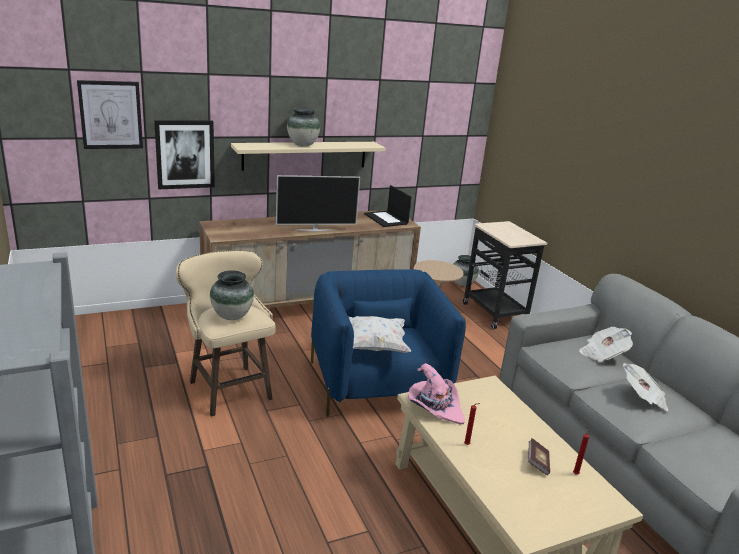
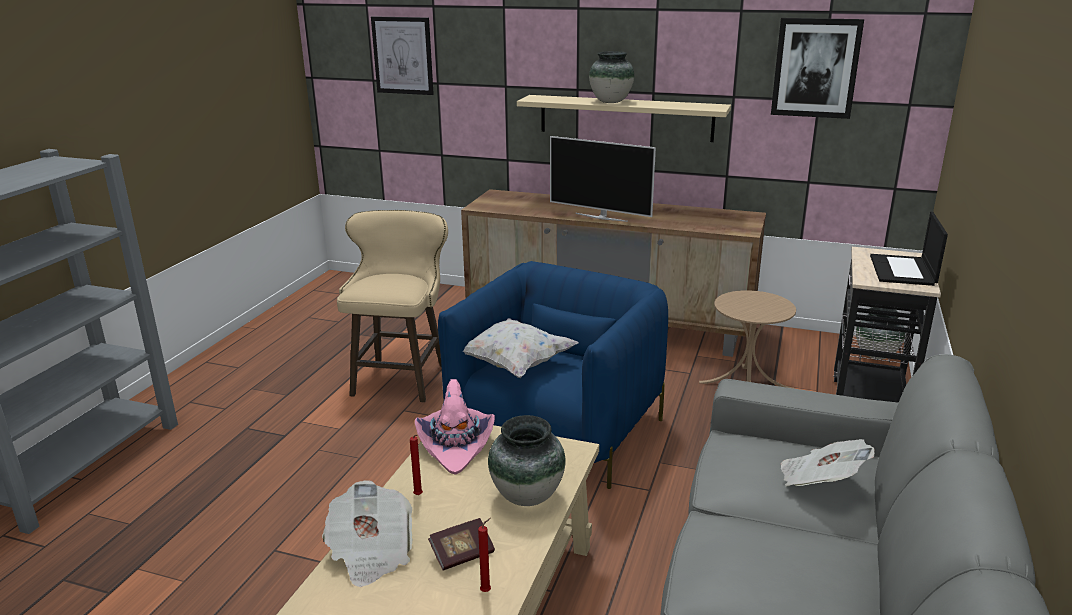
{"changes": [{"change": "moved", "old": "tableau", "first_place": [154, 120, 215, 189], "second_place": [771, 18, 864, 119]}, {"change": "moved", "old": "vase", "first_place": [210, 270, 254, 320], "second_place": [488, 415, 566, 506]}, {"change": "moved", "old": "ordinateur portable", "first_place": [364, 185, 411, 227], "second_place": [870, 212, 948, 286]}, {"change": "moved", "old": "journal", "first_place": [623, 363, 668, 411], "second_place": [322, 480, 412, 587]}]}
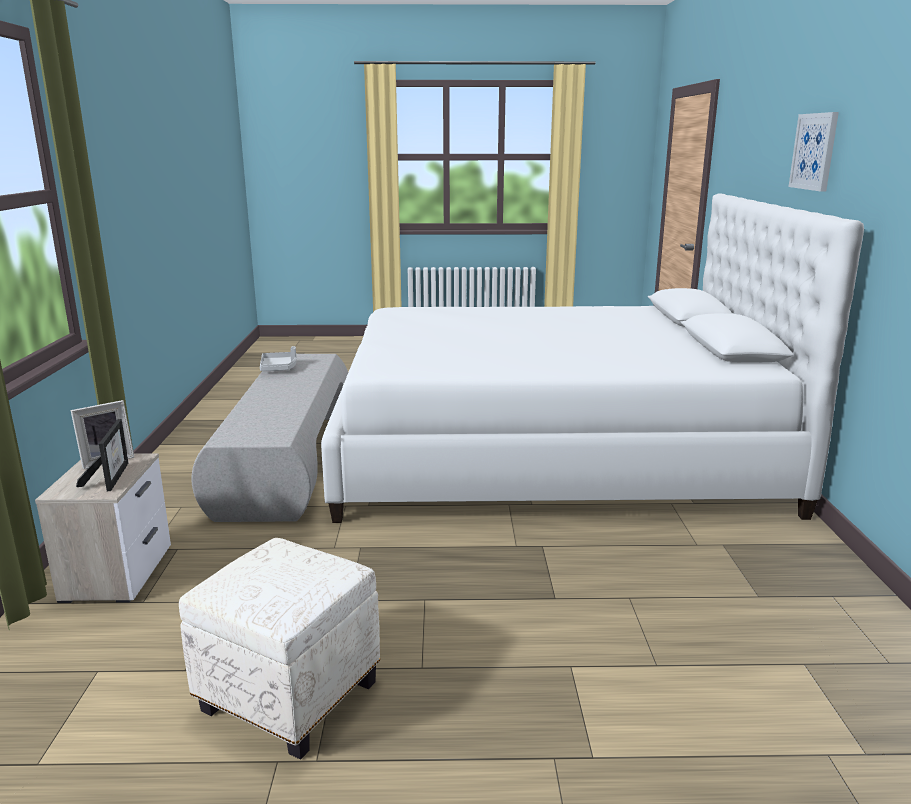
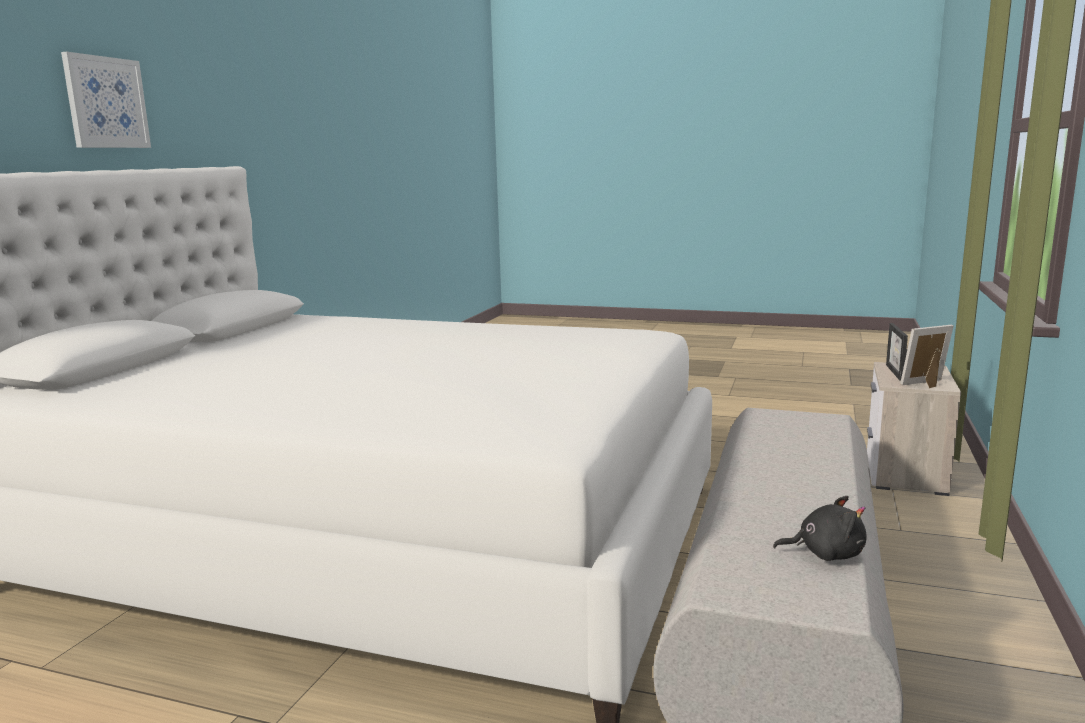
{"changes": [{"change": "removed", "old": "pouf [blanc]", "first_place": [179, 538, 380, 760]}, {"change": "replaced", "old": "plateau [gris]", "new": "peluche [noir]", "first_place": [260, 346, 296, 371], "second_place": [773, 496, 867, 561]}]}
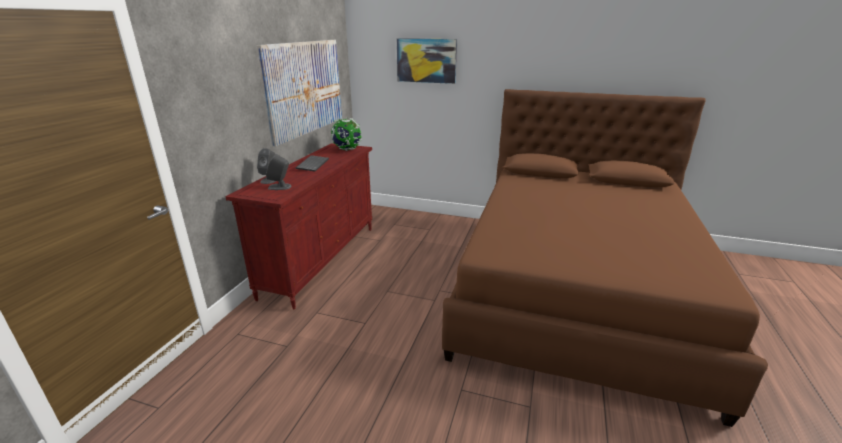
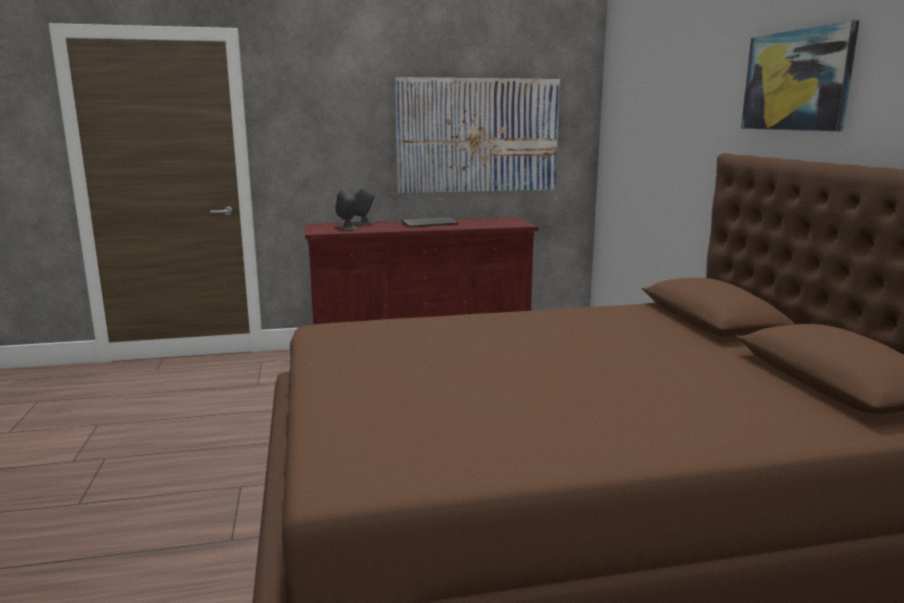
{"changes": [{"change": "removed", "old": "globe", "first_place": [331, 118, 362, 151]}, {"change": "moved", "old": "tableau", "first_place": [397, 38, 457, 84], "second_place": [741, 20, 859, 131]}]}
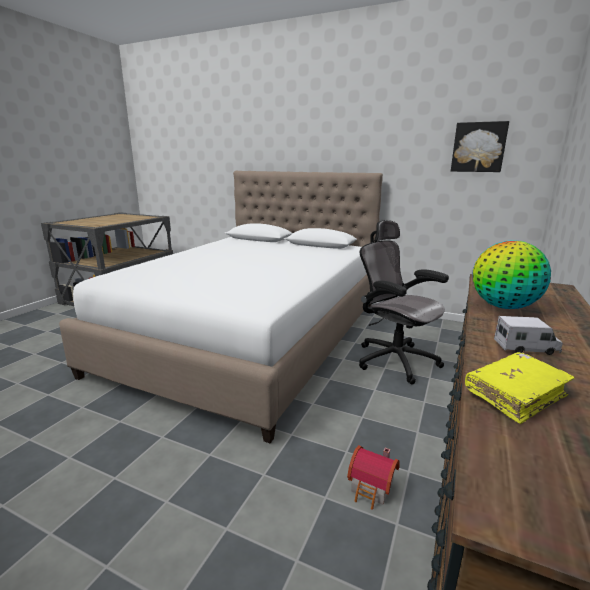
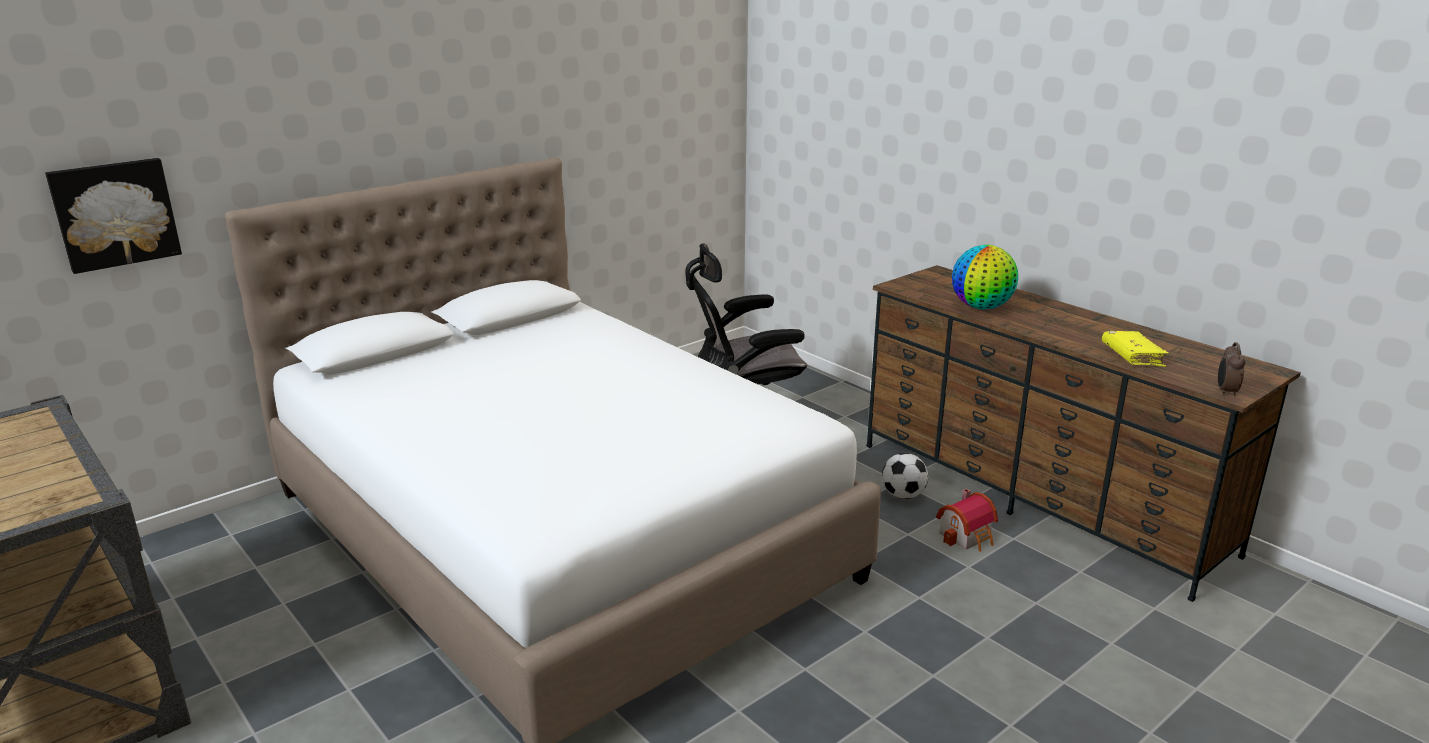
{"changes": [{"change": "removed", "old": "camion jouet", "first_place": [494, 316, 563, 355]}, {"change": "added", "new": "ballon de foot", "second_place": [882, 453, 928, 499]}, {"change": "added", "new": "réveil", "second_place": [1218, 342, 1245, 396]}, {"change": "moved", "old": "tableau", "first_place": [451, 121, 509, 172], "second_place": [45, 158, 182, 274]}]}
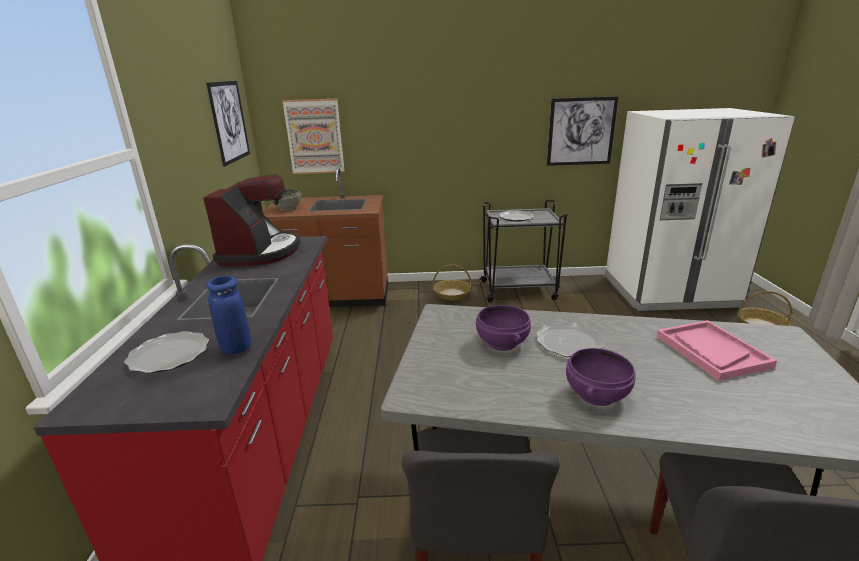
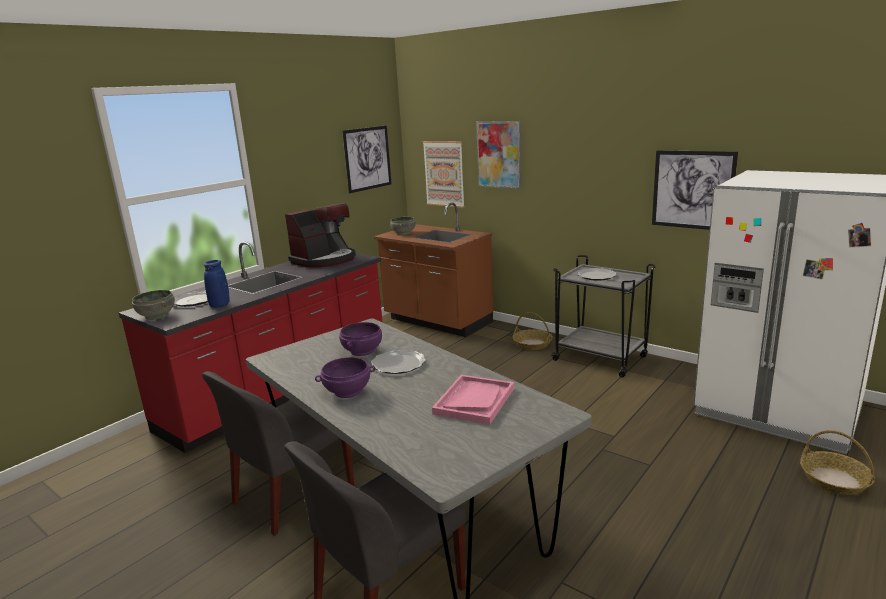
{"changes": [{"change": "added", "new": "bol [gris]", "second_place": [132, 290, 175, 320]}, {"change": "added", "new": "tableau", "second_place": [476, 121, 522, 189]}]}
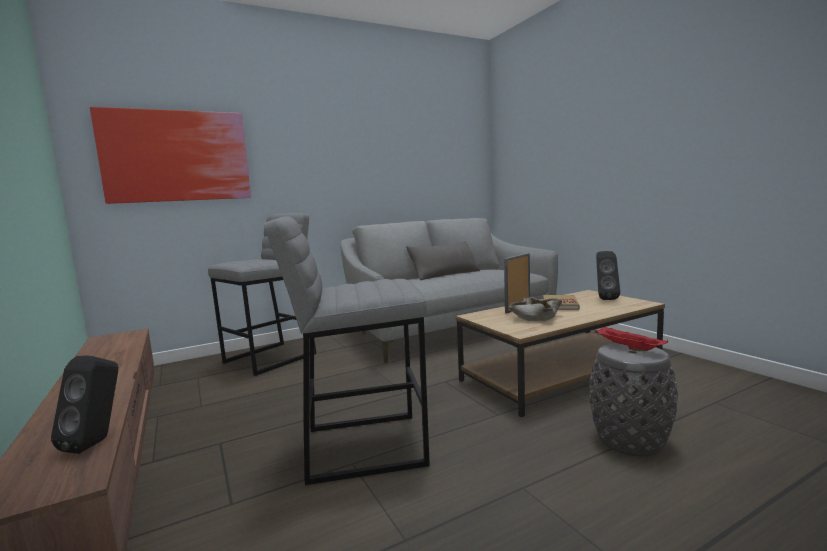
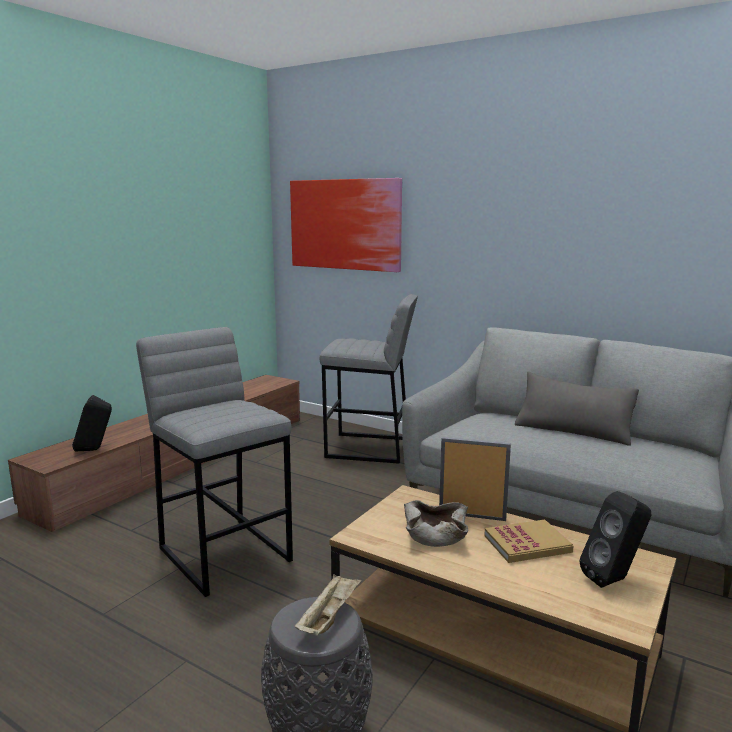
{"changes": [{"change": "recoloured", "old": "plateau [rouge]", "new": "plateau [beige]", "first_place": [595, 326, 668, 351], "second_place": [294, 574, 362, 636]}]}
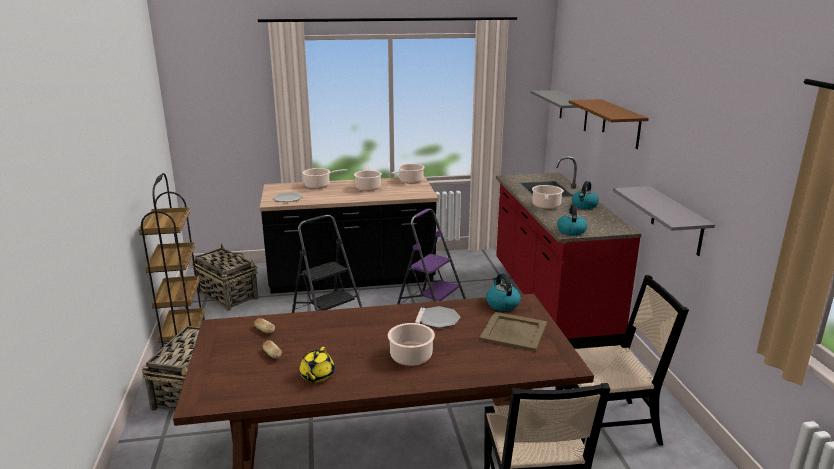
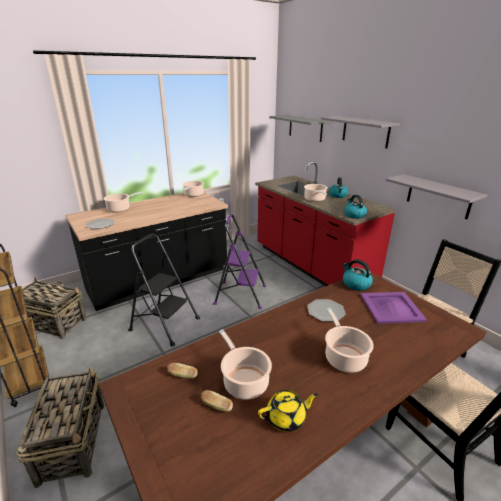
{"changes": [{"change": "moved", "old": "marmite", "first_place": [354, 164, 382, 191], "second_place": [219, 329, 272, 400]}, {"change": "recoloured", "old": "plateau [beige]", "new": "plateau [violet]", "first_place": [479, 312, 547, 351], "second_place": [360, 292, 427, 324]}, {"change": "recoloured", "old": "étagère [marron]", "new": "étagère [gris]", "first_place": [569, 99, 649, 149], "second_place": [321, 116, 400, 148]}, {"change": "turned", "old": "théière [jaune]", "first_place": [299, 347, 335, 382], "second_place": [258, 390, 318, 432], "degrees": -90}]}
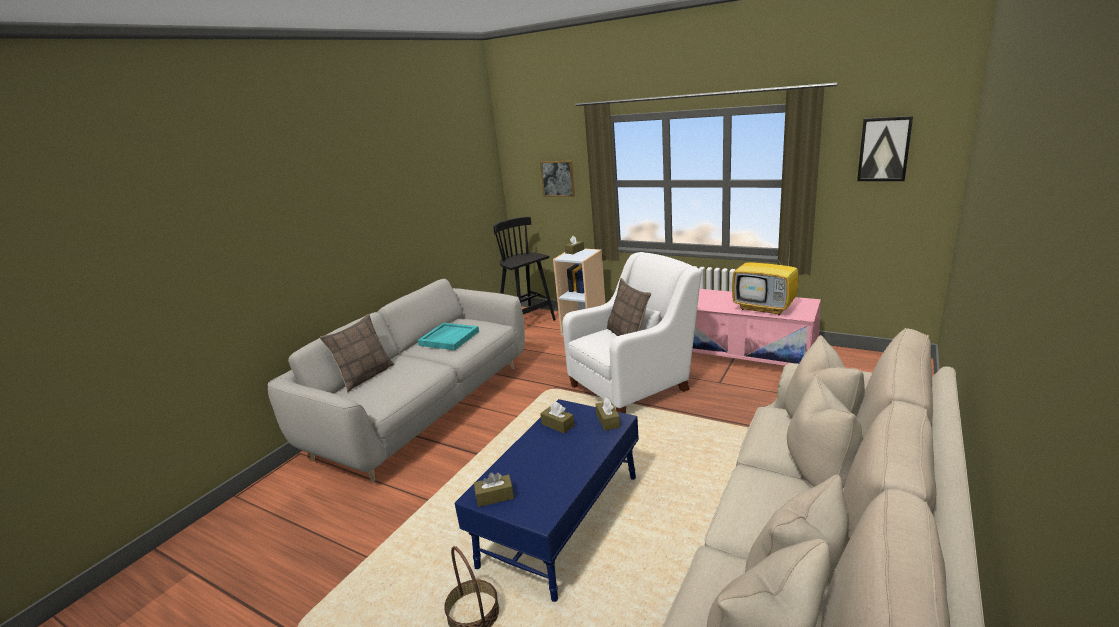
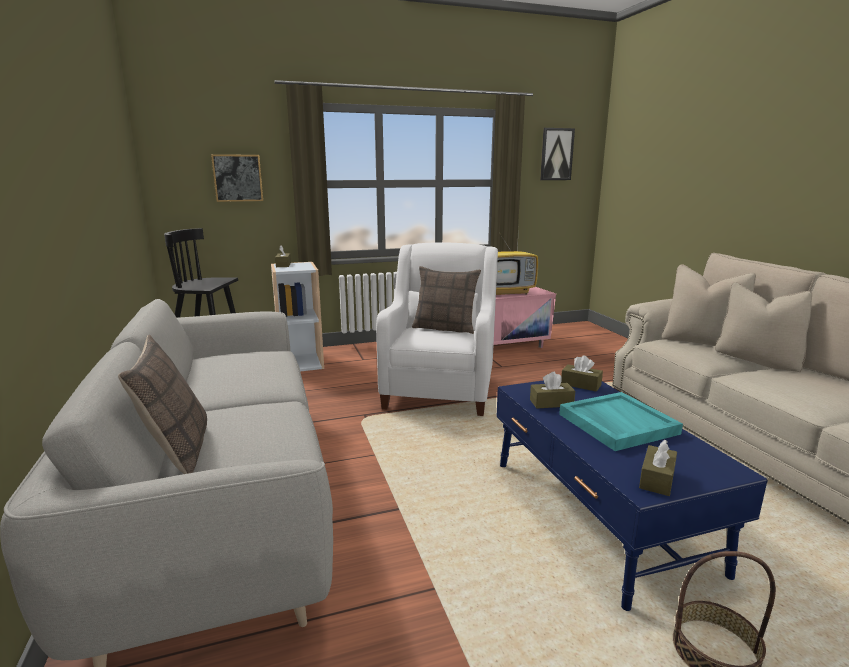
{"changes": [{"change": "moved", "old": "plateau [turquoise]", "first_place": [417, 323, 479, 350], "second_place": [559, 392, 683, 451]}]}
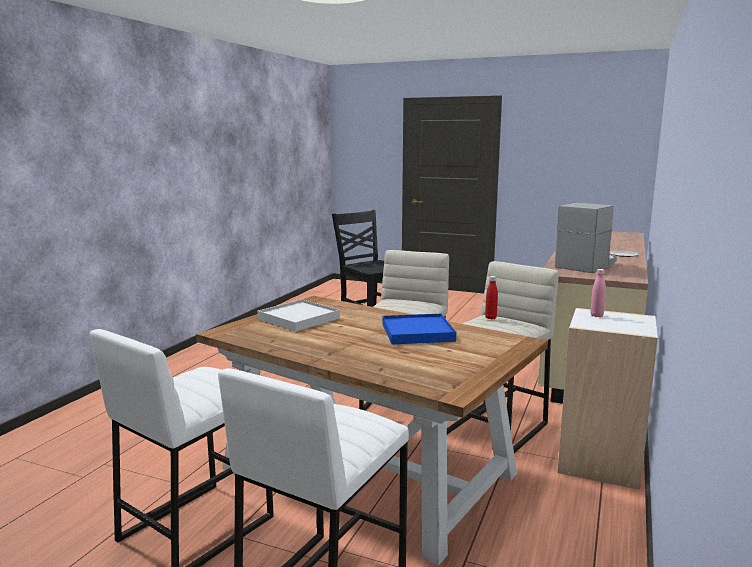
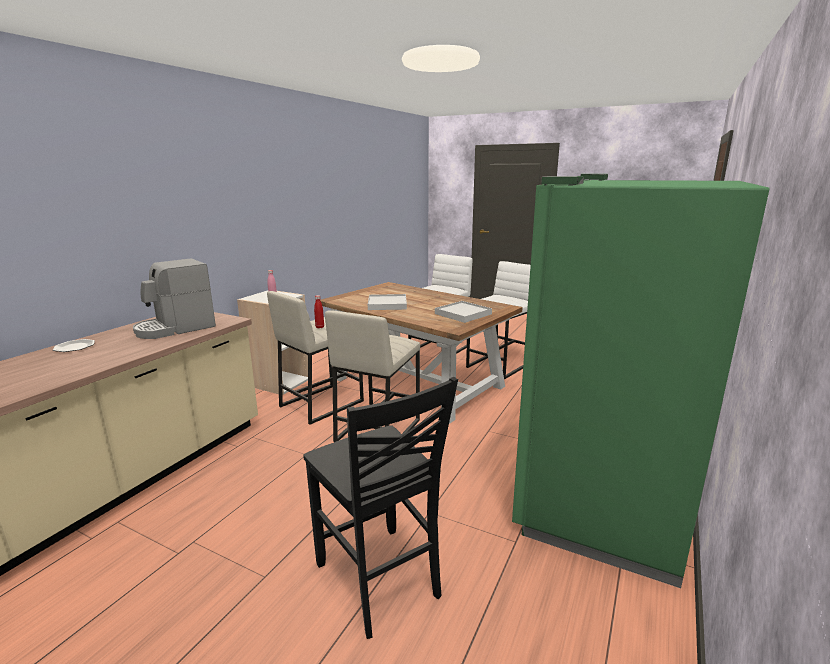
{"changes": [{"change": "added", "new": "réfrigérateur [vert]", "second_place": [512, 174, 770, 588]}, {"change": "recoloured", "old": "plateau [bleu]", "new": "plateau [blanc]", "first_place": [383, 314, 456, 344], "second_place": [368, 294, 407, 310]}]}
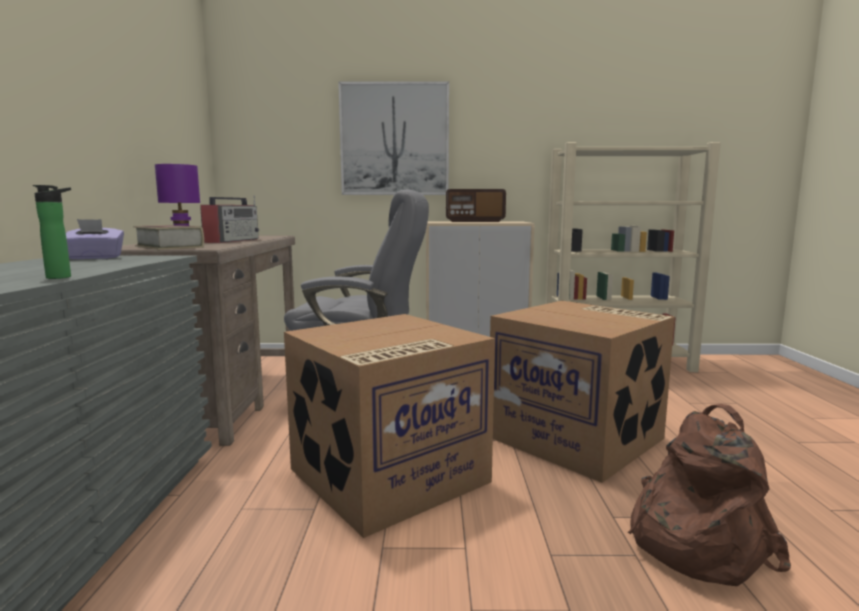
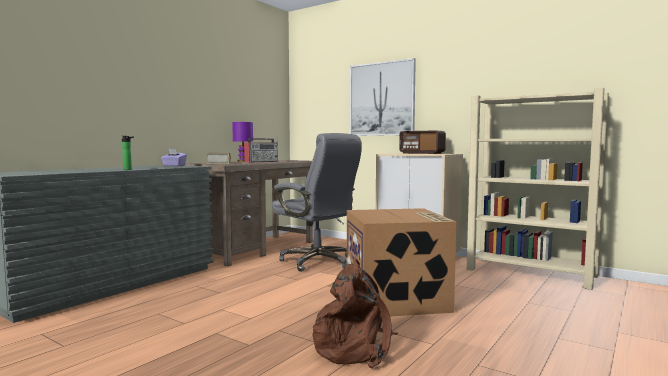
{"changes": [{"change": "removed", "old": "carton", "first_place": [284, 314, 495, 538]}]}
